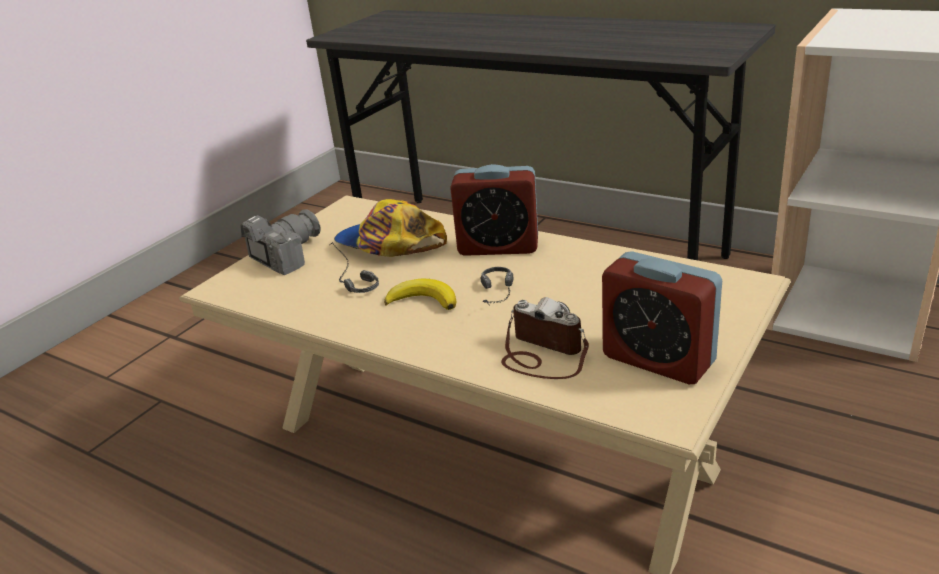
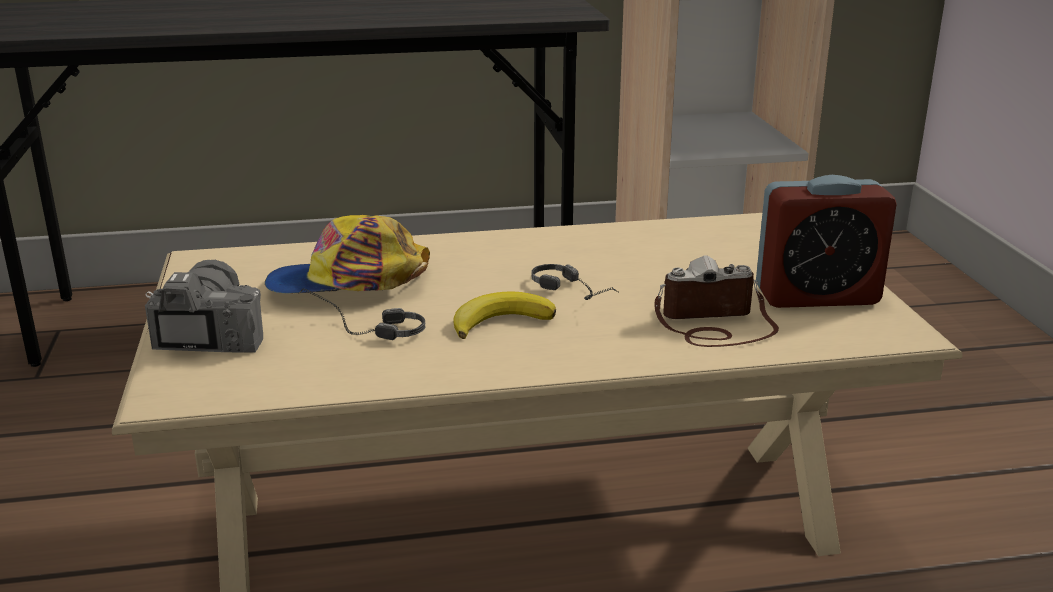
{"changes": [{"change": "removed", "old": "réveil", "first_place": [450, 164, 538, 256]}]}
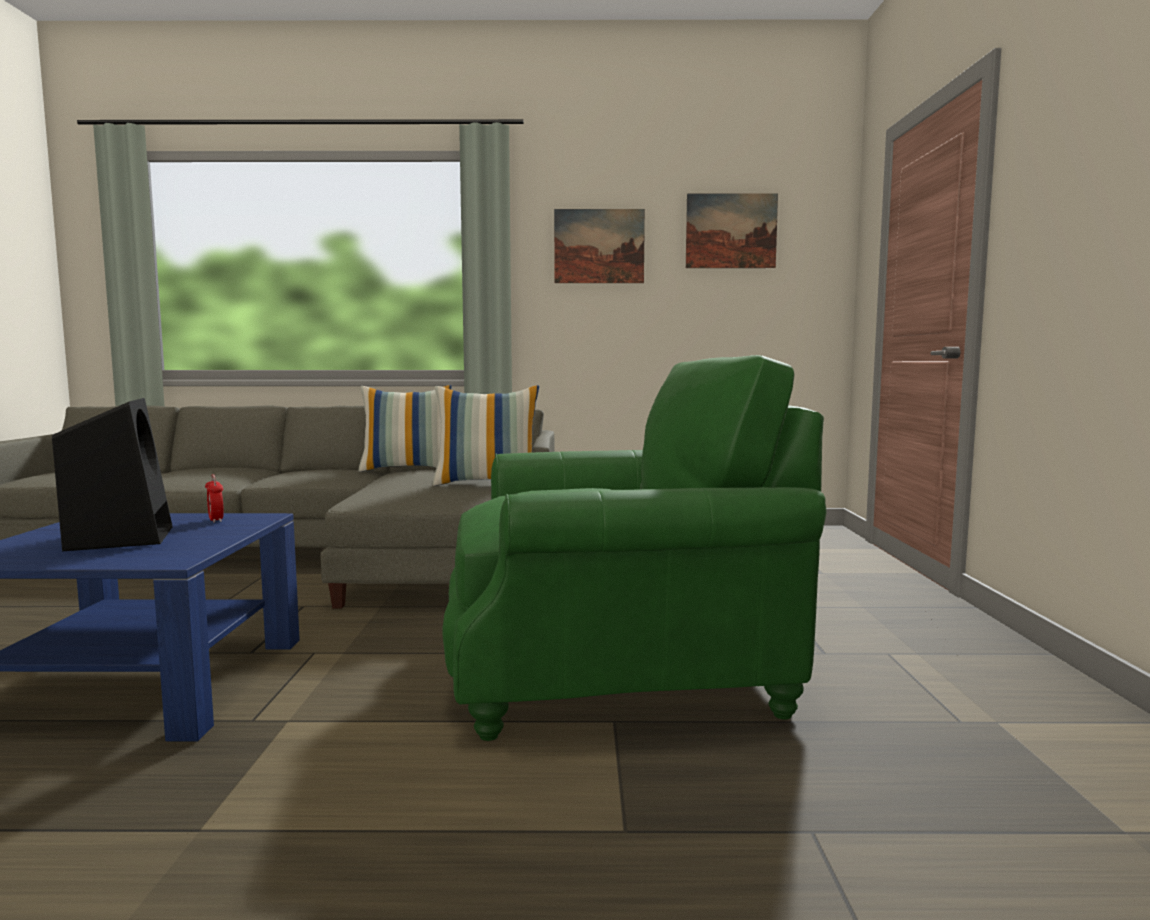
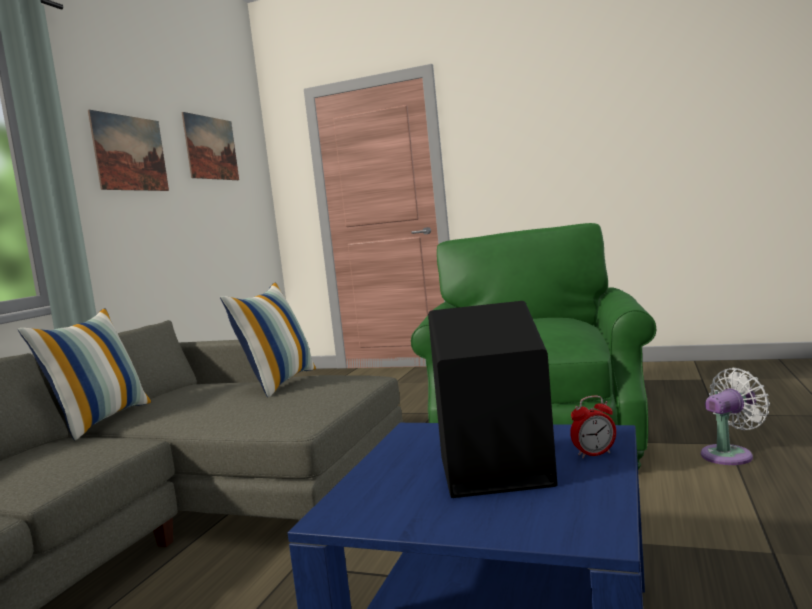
{"changes": [{"change": "added", "new": "ventilateur [blanc]", "second_place": [701, 368, 770, 465]}, {"change": "moved", "old": "réveil", "first_place": [205, 474, 224, 523], "second_place": [570, 396, 616, 458]}]}
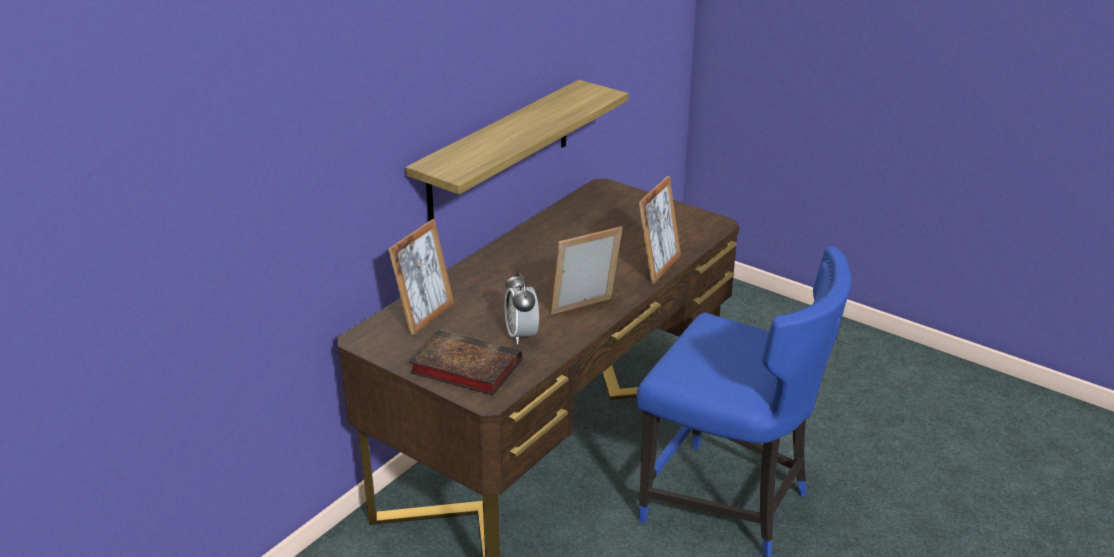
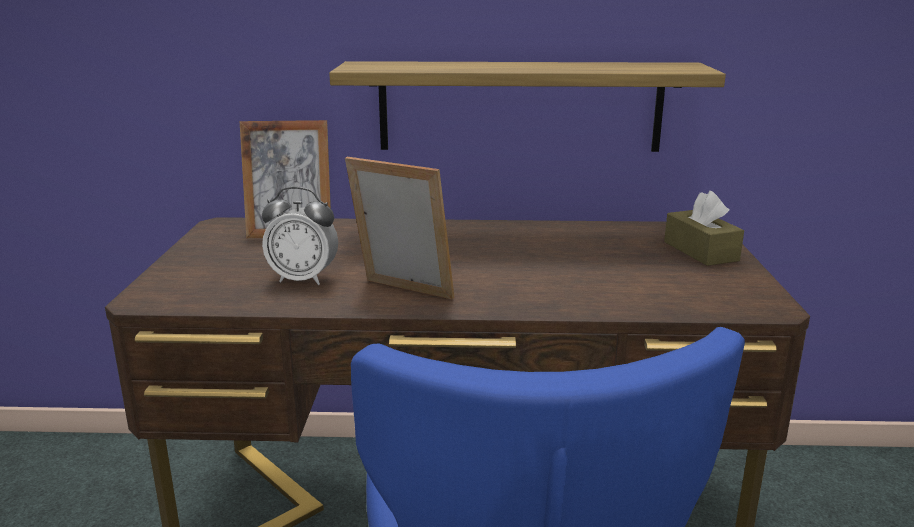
{"changes": [{"change": "removed", "old": "livre", "first_place": [409, 330, 522, 395]}, {"change": "removed", "old": "cadre photo", "first_place": [639, 176, 681, 284]}, {"change": "added", "new": "boîte à mouchoirs [marron]", "second_place": [664, 191, 744, 266]}, {"change": "turned", "old": "réveil", "first_place": [505, 272, 539, 344], "second_place": [262, 187, 338, 285], "degrees": -120}]}
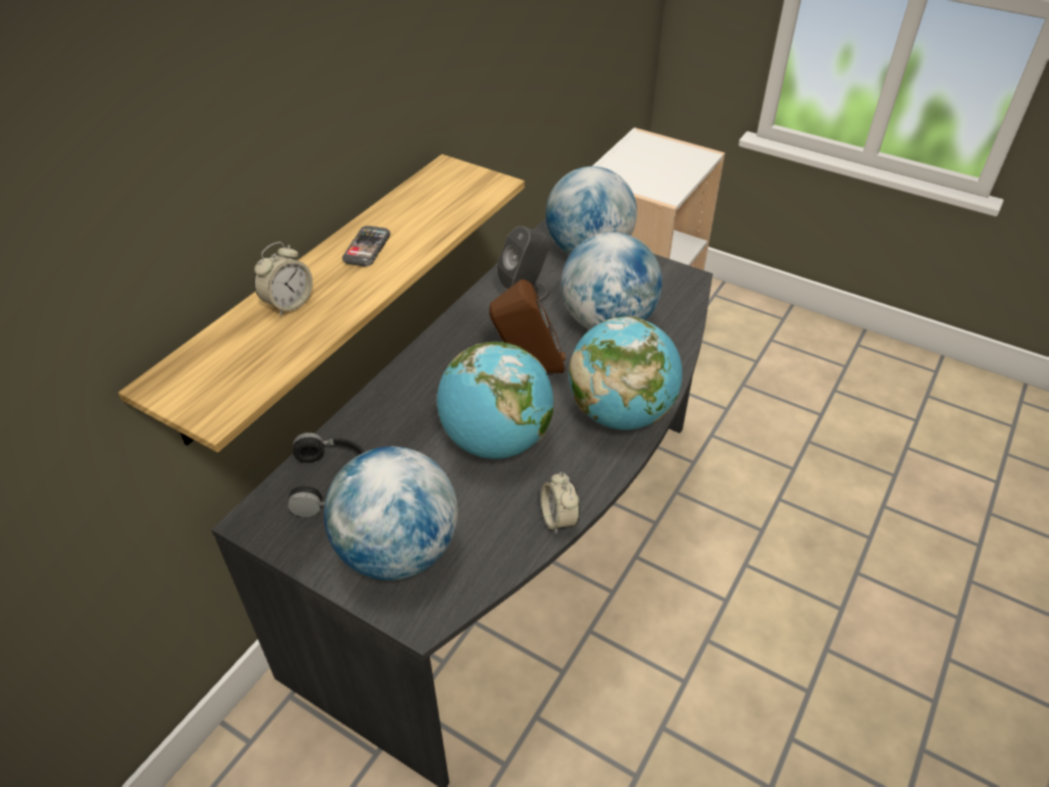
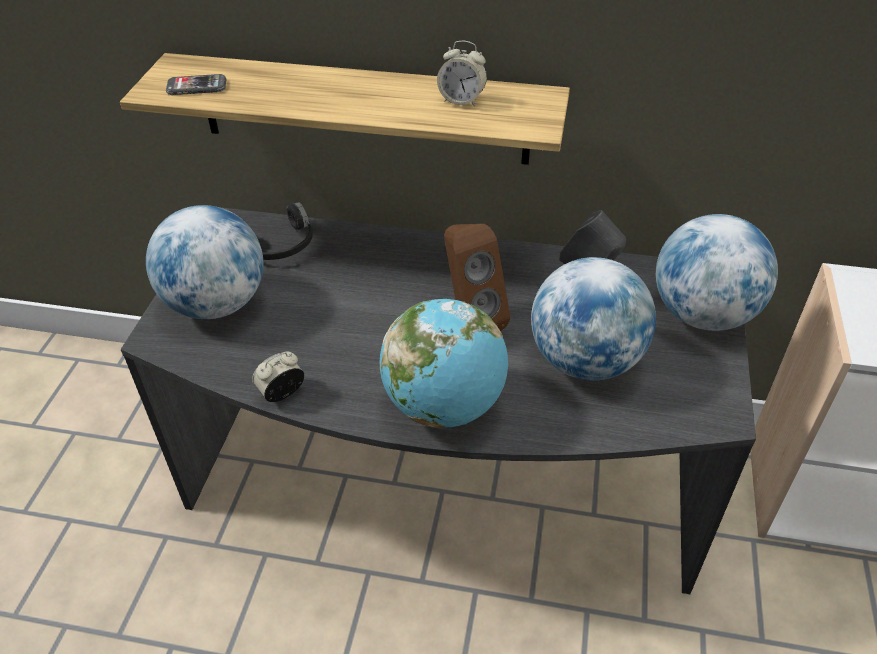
{"changes": [{"change": "removed", "old": "globe", "first_place": [437, 342, 553, 459]}, {"change": "moved", "old": "réveil", "first_place": [254, 242, 313, 316], "second_place": [437, 41, 487, 107]}, {"change": "moved", "old": "téléphone", "first_place": [342, 226, 391, 267], "second_place": [166, 74, 226, 95]}]}
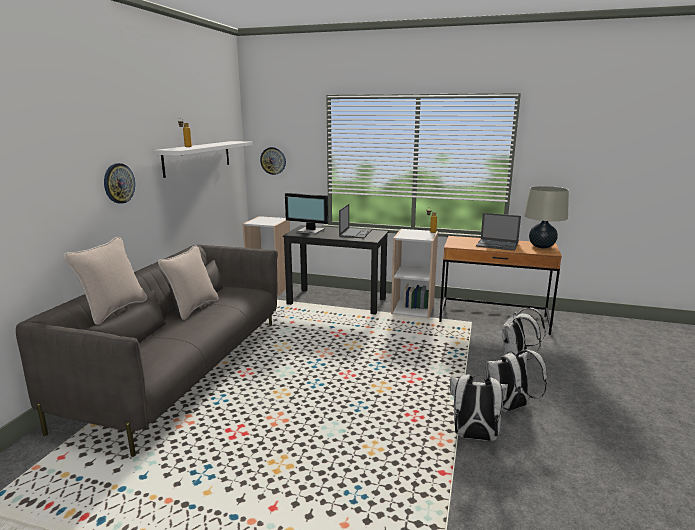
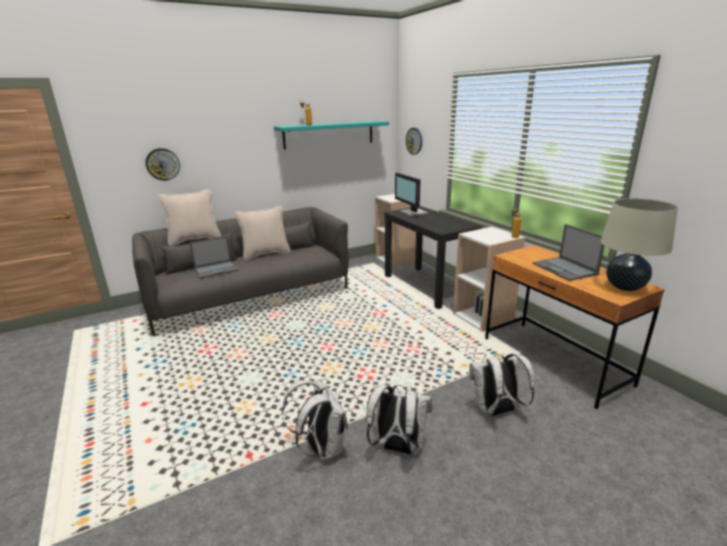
{"changes": [{"change": "moved", "old": "horloge murale", "first_place": [104, 163, 135, 204], "second_place": [145, 148, 180, 181]}, {"change": "moved", "old": "ordinateur portable", "first_place": [339, 204, 372, 238], "second_place": [189, 236, 238, 279]}, {"change": "recoloured", "old": "étagère [blanc]", "new": "étagère [turquoise]", "first_place": [154, 141, 252, 178], "second_place": [274, 121, 389, 149]}]}
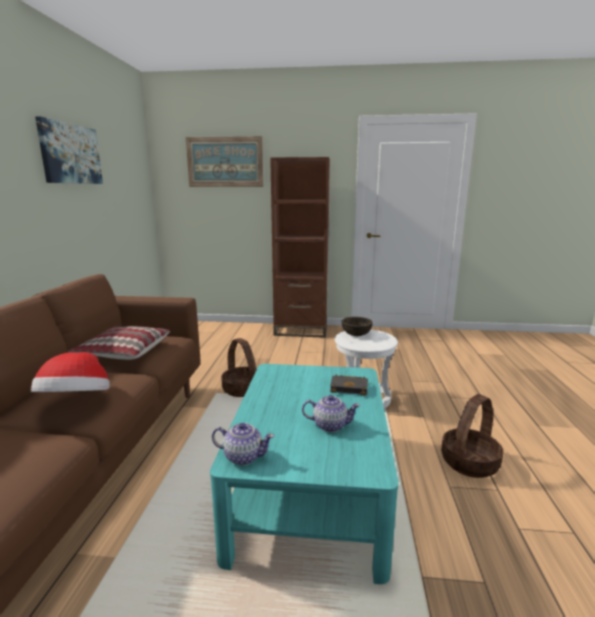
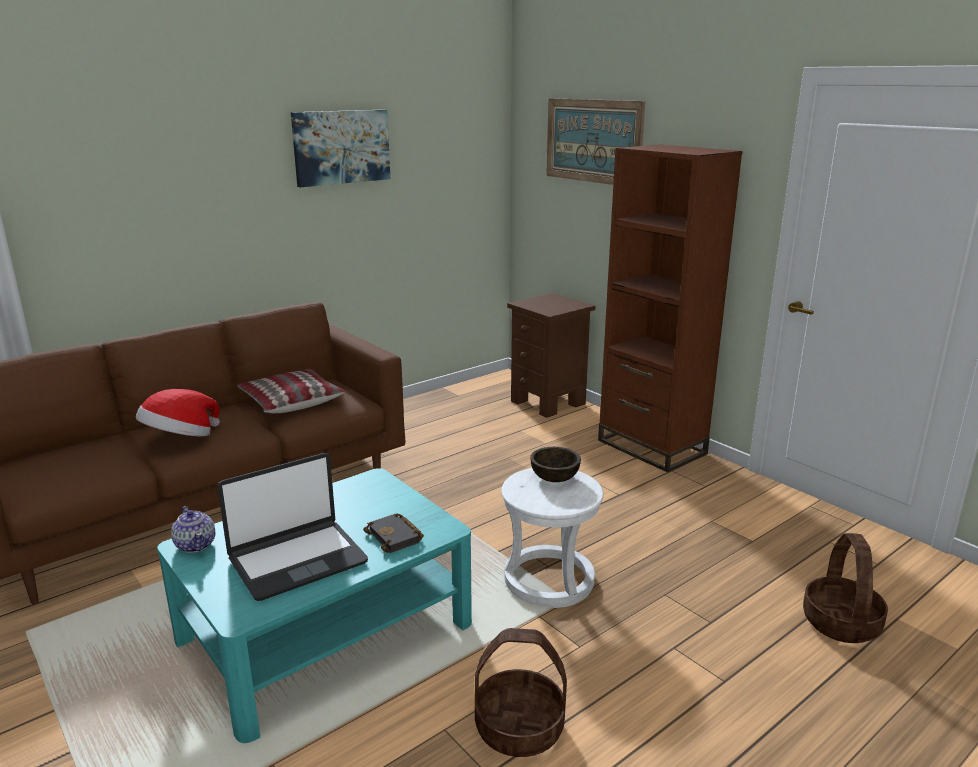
{"changes": [{"change": "added", "new": "table de chevet [marron]", "second_place": [507, 293, 596, 418]}, {"change": "moved", "old": "panier", "first_place": [221, 338, 257, 397], "second_place": [803, 533, 888, 643]}, {"change": "replaced", "old": "théière", "new": "ordinateur portable", "first_place": [302, 395, 360, 432], "second_place": [218, 453, 368, 601]}]}
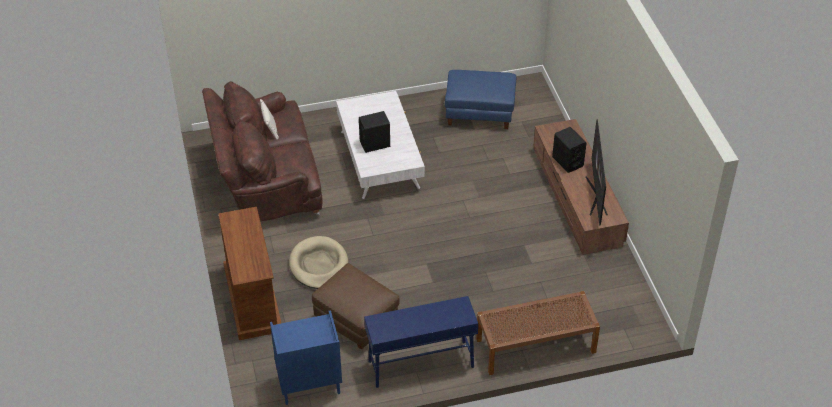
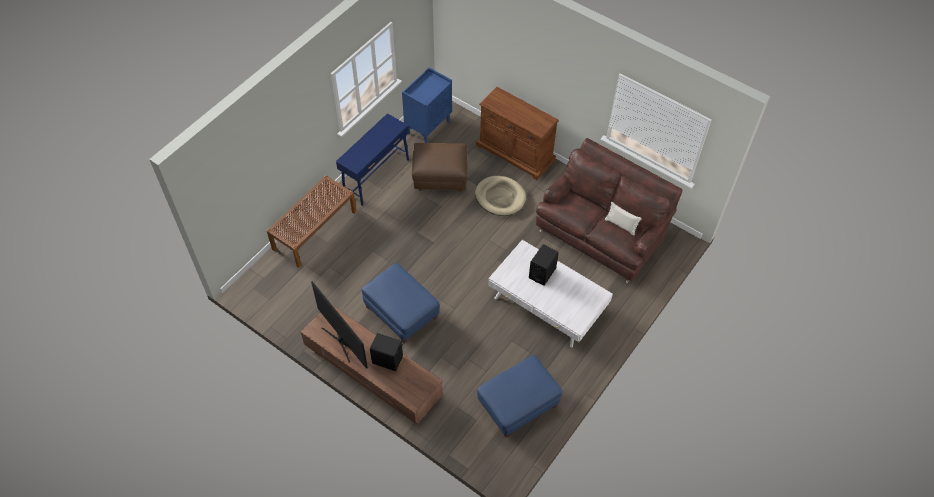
{"changes": [{"change": "added", "new": "pouf [bleu]", "second_place": [362, 263, 440, 344]}]}
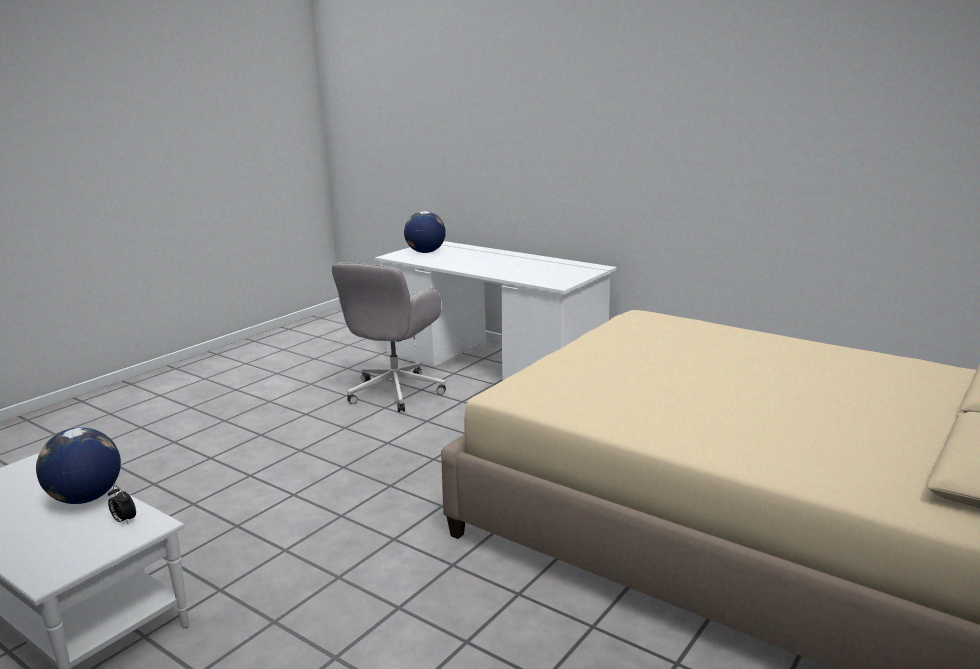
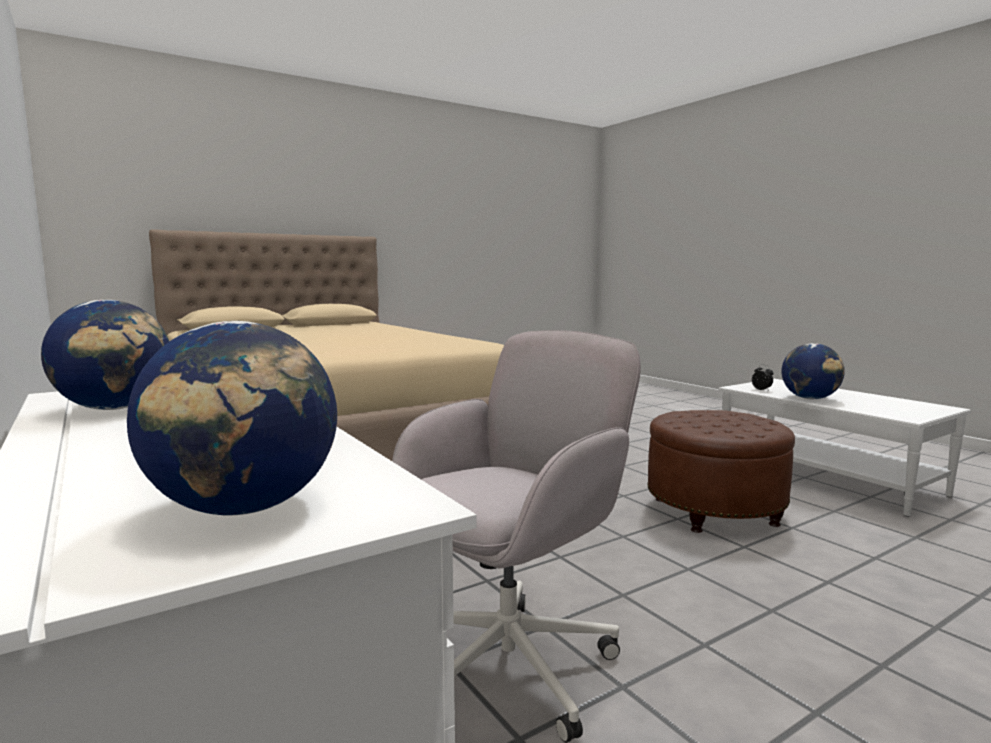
{"changes": [{"change": "added", "new": "globe", "second_place": [41, 300, 169, 410]}, {"change": "added", "new": "pouf [marron]", "second_place": [647, 410, 795, 533]}]}
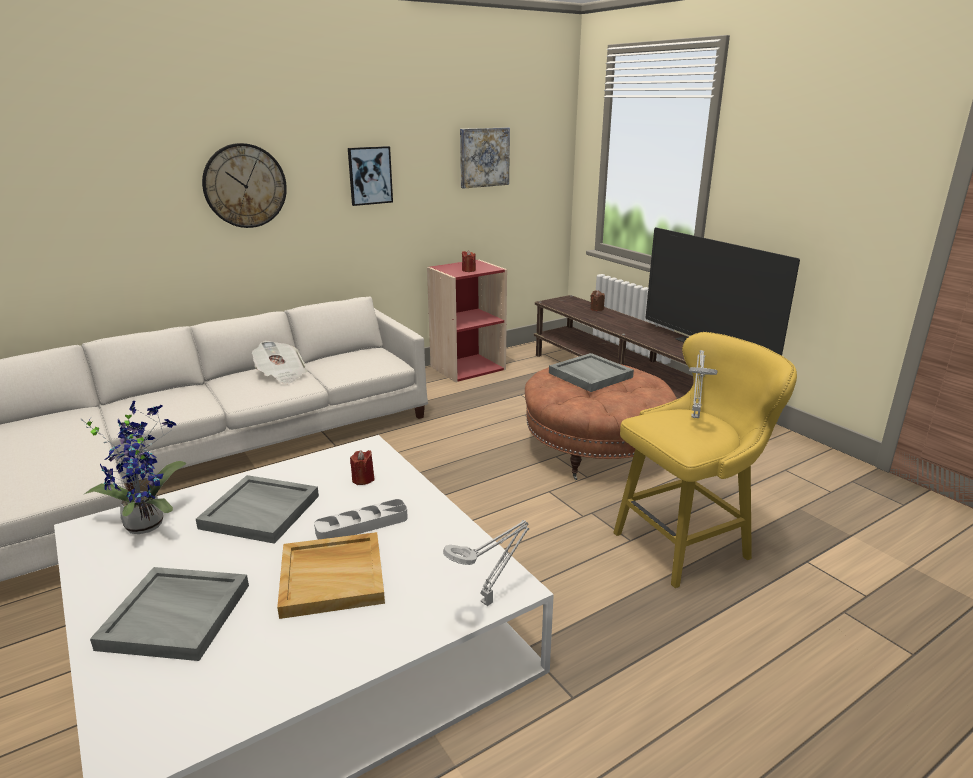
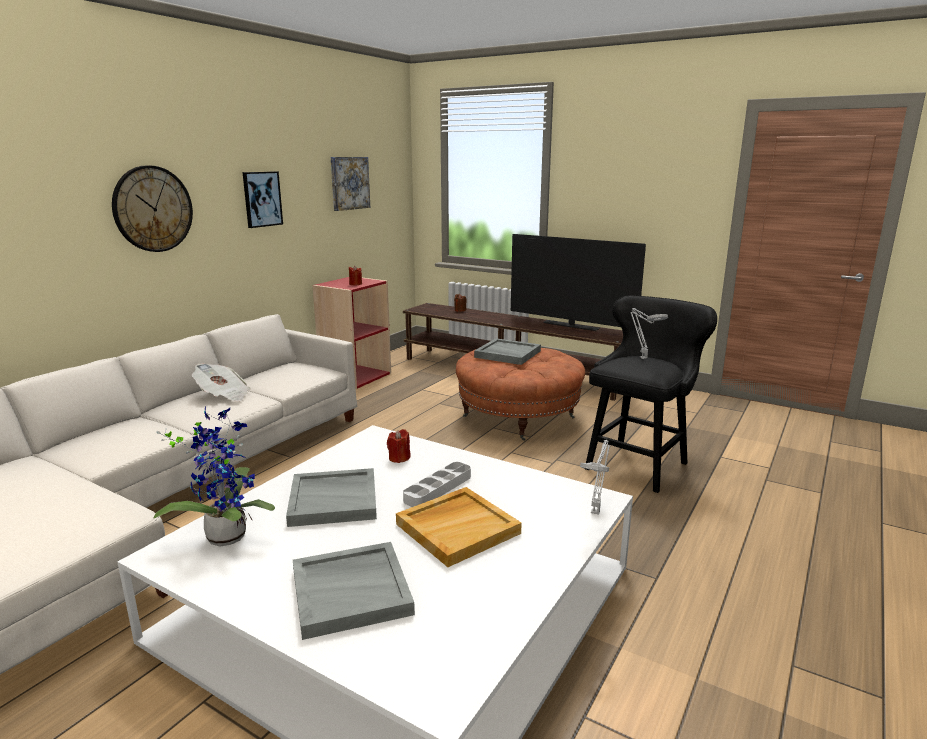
{"changes": [{"change": "recoloured", "old": "tabouret [jaune]", "new": "tabouret [noir]", "first_place": [613, 332, 797, 588], "second_place": [586, 295, 717, 493]}]}
